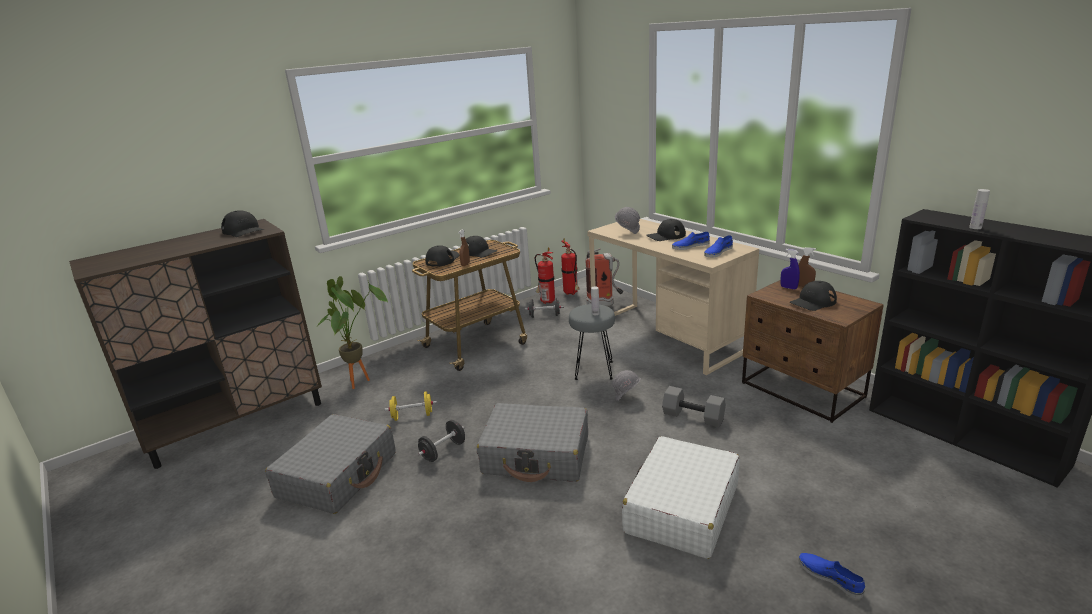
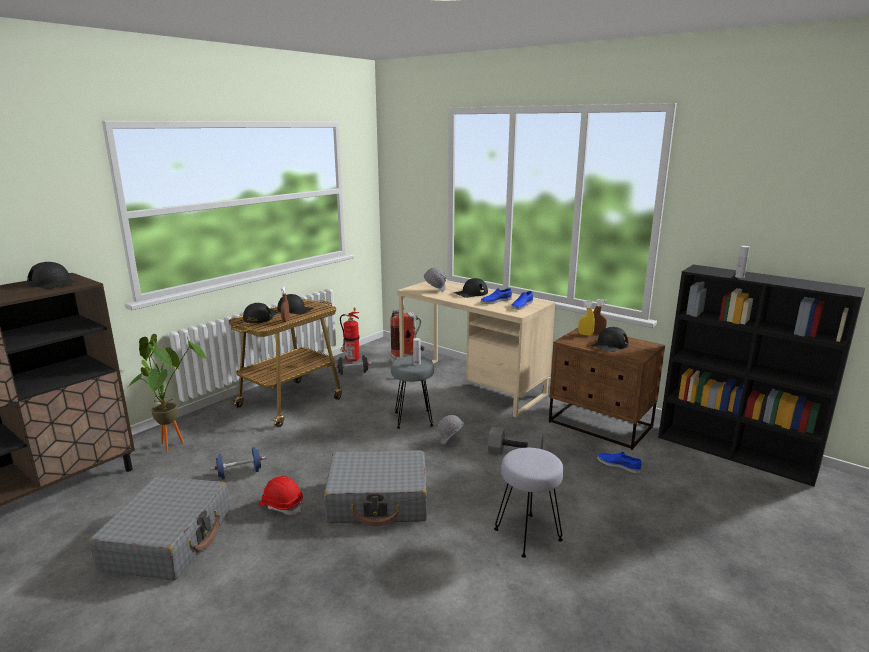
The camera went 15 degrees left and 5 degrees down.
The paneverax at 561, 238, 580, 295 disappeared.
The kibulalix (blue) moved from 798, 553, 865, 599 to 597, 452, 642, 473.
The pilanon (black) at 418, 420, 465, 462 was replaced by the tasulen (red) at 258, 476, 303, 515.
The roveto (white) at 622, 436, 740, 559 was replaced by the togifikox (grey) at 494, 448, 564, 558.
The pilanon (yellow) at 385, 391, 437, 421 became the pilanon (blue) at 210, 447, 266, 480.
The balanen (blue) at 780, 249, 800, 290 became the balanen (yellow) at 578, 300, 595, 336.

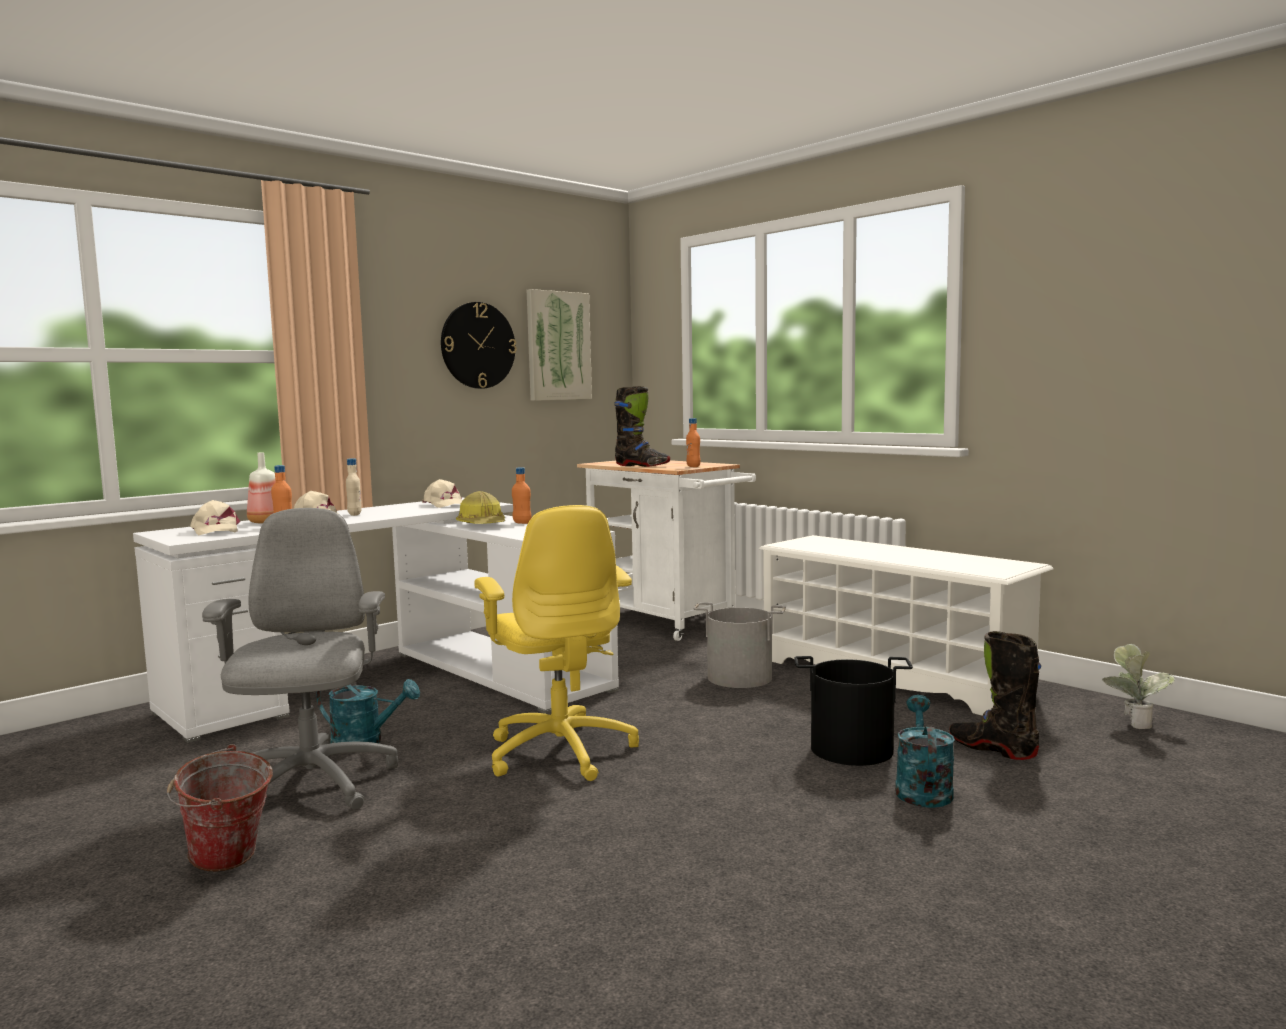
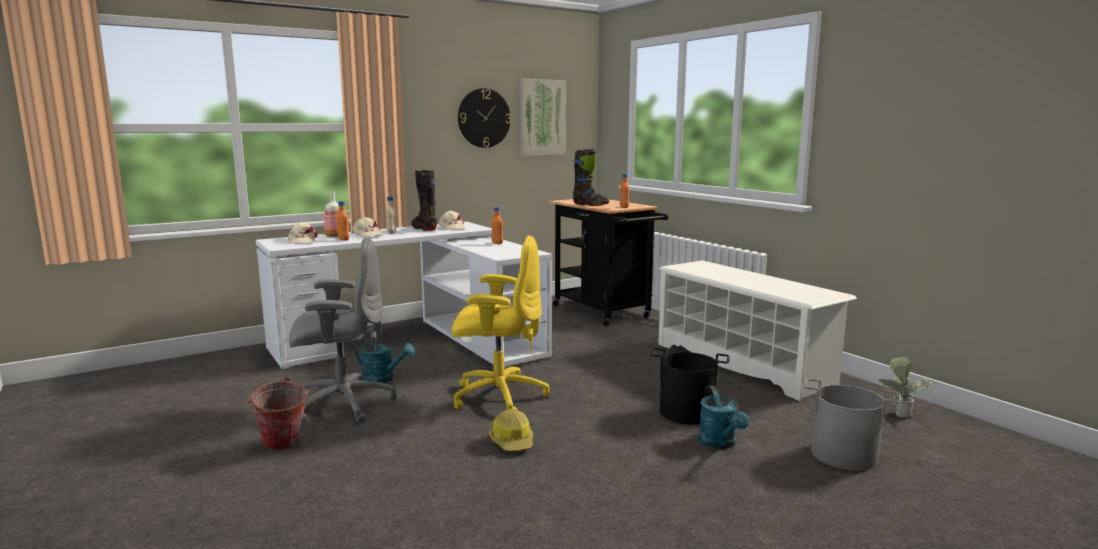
The camera went 10 degrees right and 5 degrees up.
The tasulen moved from 456, 491, 505, 524 to 489, 409, 533, 451.
The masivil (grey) moved from 693, 602, 786, 688 to 804, 378, 901, 471.
The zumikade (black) moved from 949, 631, 1041, 760 to 412, 170, 437, 231.
The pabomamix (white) at 577, 460, 756, 641 became the pabomamix (black) at 549, 199, 668, 326.
The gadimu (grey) at 202, 508, 398, 810 turned 75 degrees clockwise.
The gadimu (yellow) at 474, 505, 639, 781 turned 75 degrees counterclockwise.
The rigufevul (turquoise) at 895, 695, 955, 808 turned 150 degrees clockwise.

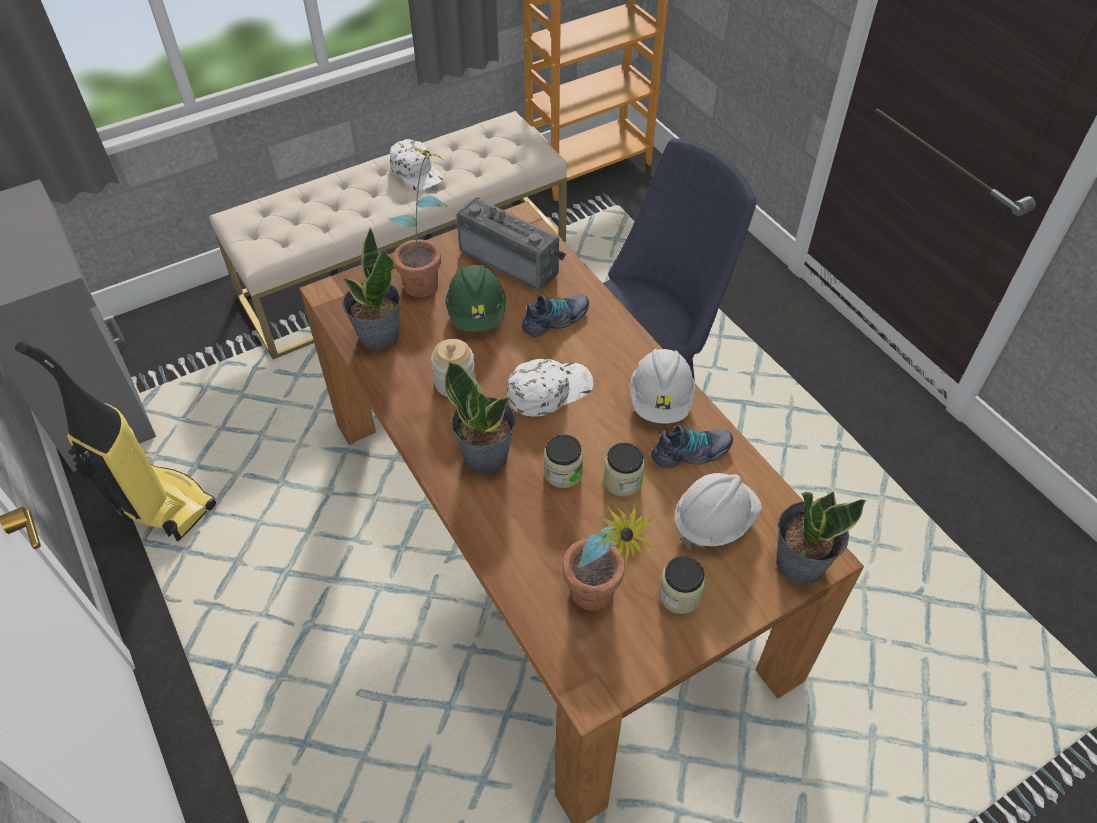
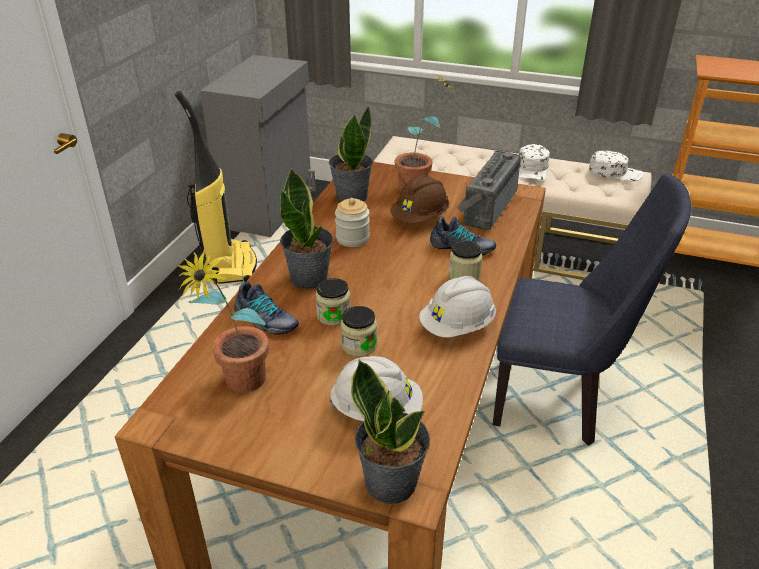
The camera went 50 degrees right and 15 degrees down.
The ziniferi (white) moved from 507, 359, 594, 417 to 589, 151, 644, 182.
The kibulalix moved from 651, 425, 733, 468 to 234, 282, 299, 335.
The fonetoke moved from 659, 556, 706, 614 to 449, 241, 482, 281.
The tasulen (green) at 445, 264, 506, 332 became the tasulen (brown) at 390, 175, 449, 223.
The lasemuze at 456, 197, 566, 290 turned 150 degrees counterclockwise.

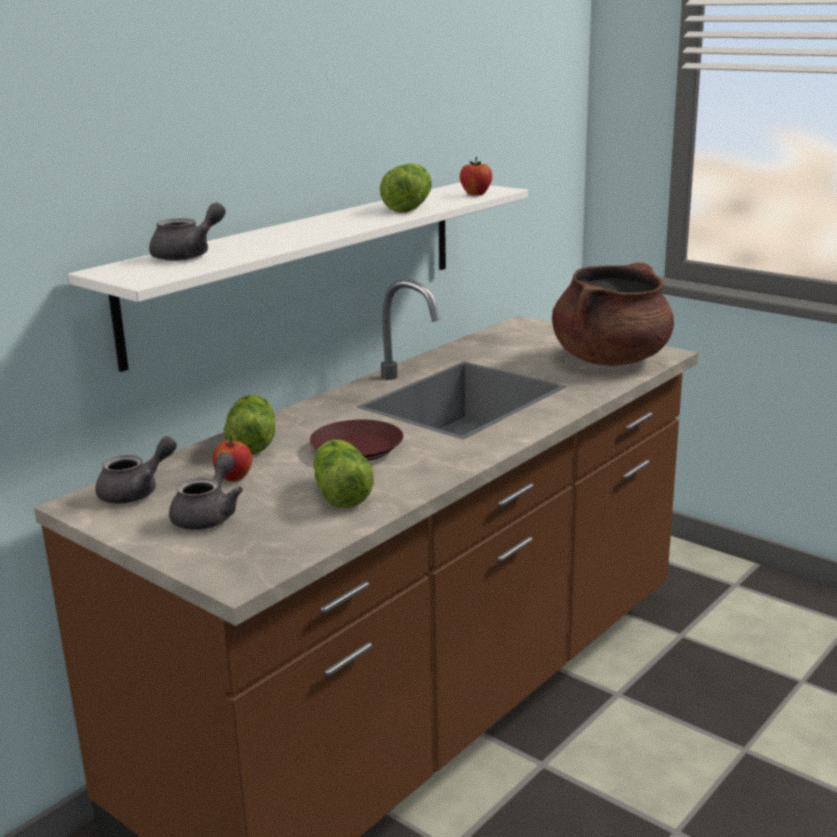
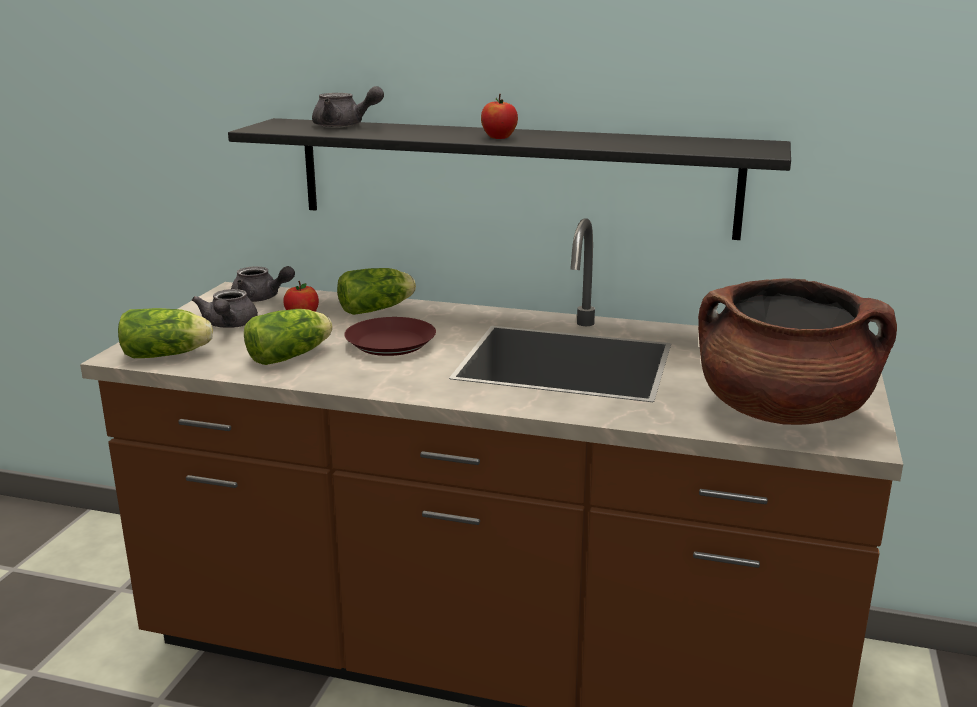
The camera went 65 degrees right and 0 degrees up.
The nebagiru moved from 380, 163, 432, 212 to 118, 308, 213, 358.
The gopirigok moved from 460, 157, 492, 196 to 481, 94, 518, 139.
The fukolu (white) at 68, 182, 528, 372 became the fukolu (black) at 228, 118, 791, 240.
The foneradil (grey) at 169, 453, 243, 530 turned 90 degrees clockwise.

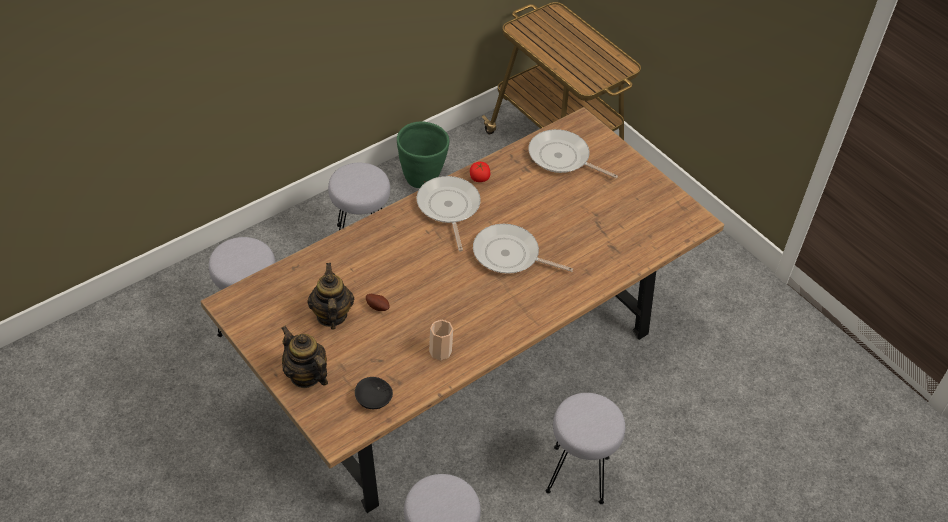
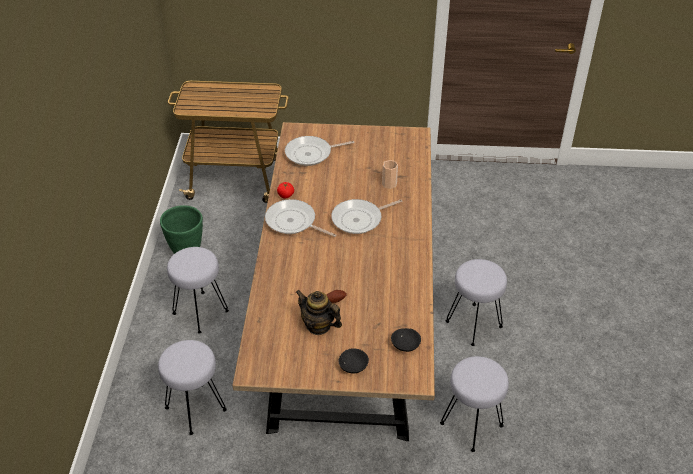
The camera went 45 degrees left and 5 degrees down.
The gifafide moved from 429, 320, 453, 360 to 382, 160, 398, 189.
The foneradil at 281, 326, 328, 388 was replaced by the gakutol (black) at 338, 348, 369, 374.

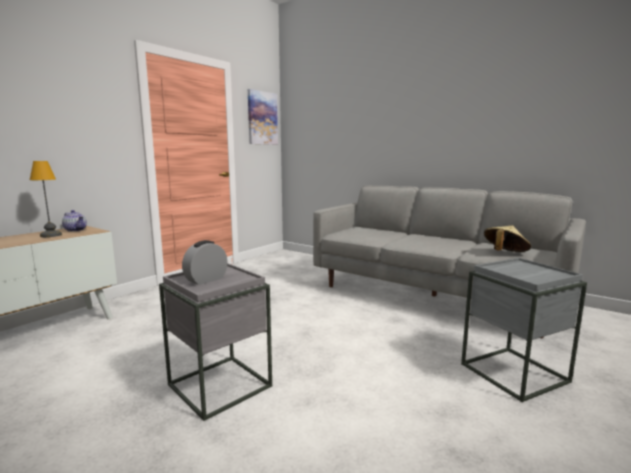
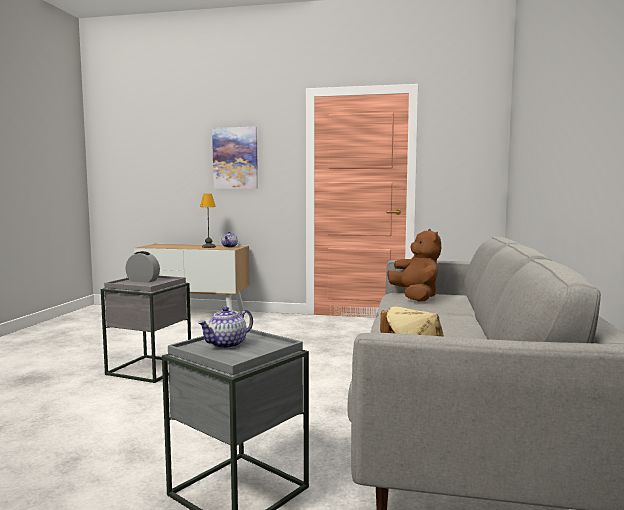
The camera went 65 degrees right and 5 degrees down.
The foneradil at 198, 307, 253, 349 appeared.
The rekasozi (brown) at 387, 229, 441, 302 appeared.
The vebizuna moved from 248, 89, 278, 145 to 212, 127, 258, 189.

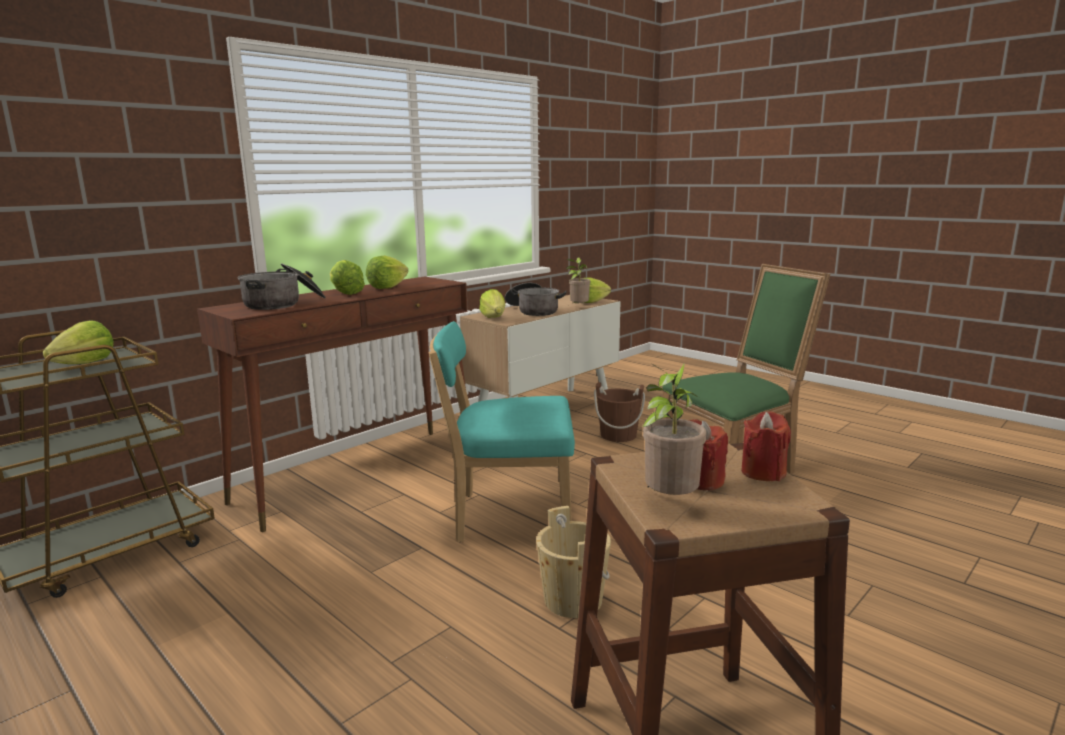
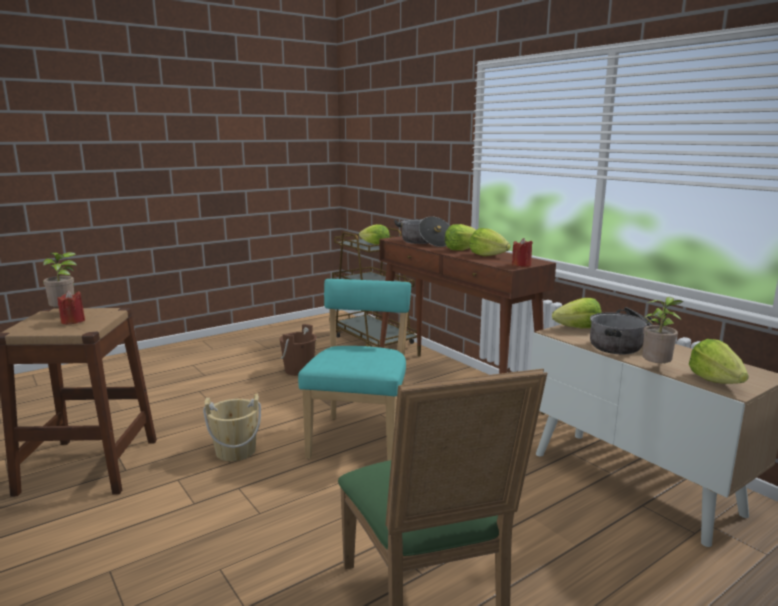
The camera went 100 degrees right and 0 degrees up.
The masivil (brown) moved from 594, 382, 645, 442 to 280, 324, 317, 376.
The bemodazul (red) moved from 741, 411, 791, 481 to 512, 238, 533, 267.

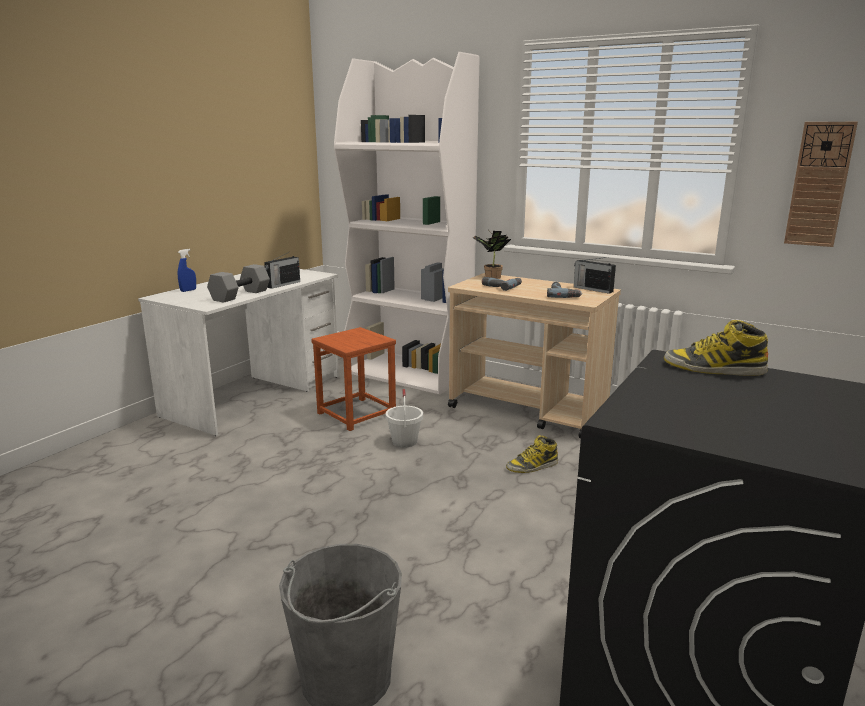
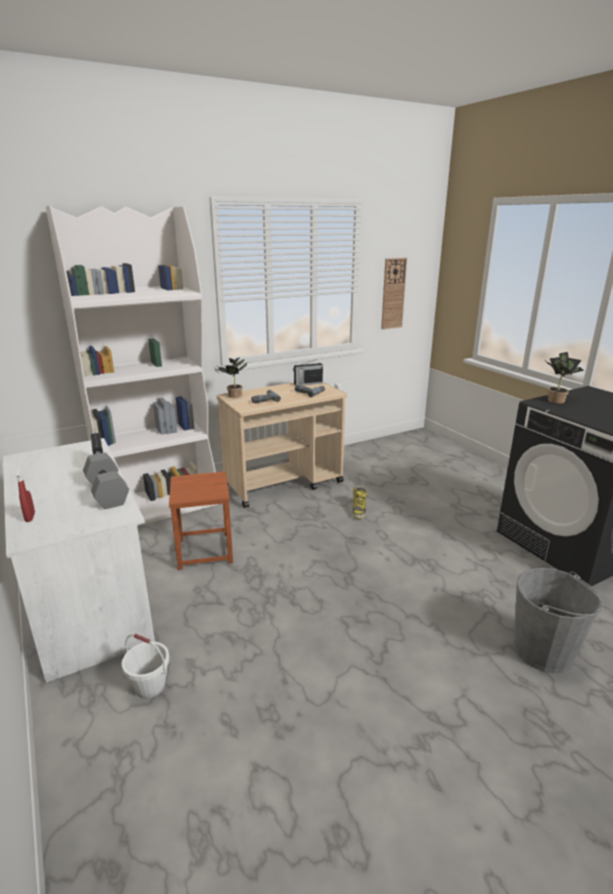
The camera went 60 degrees left and 5 degrees up.
The masivil (white) moved from 385, 389, 423, 448 to 122, 634, 169, 699.
The zumikade at 664, 320, 768, 376 was replaced by the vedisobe at 546, 352, 584, 404.
The balanen (blue) at 178, 249, 196, 292 became the balanen (red) at 16, 466, 35, 522.

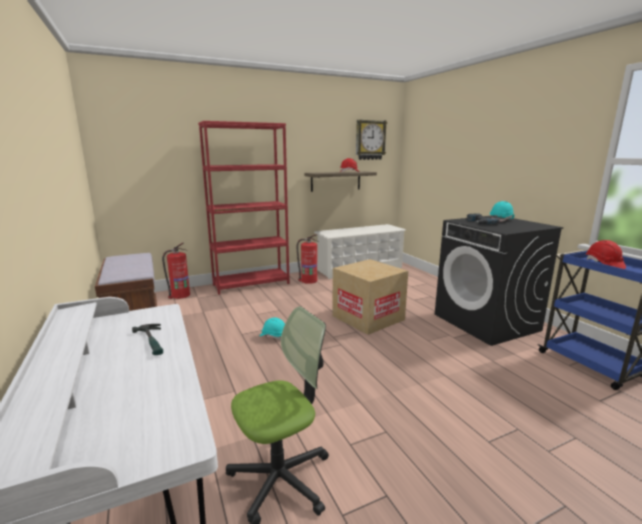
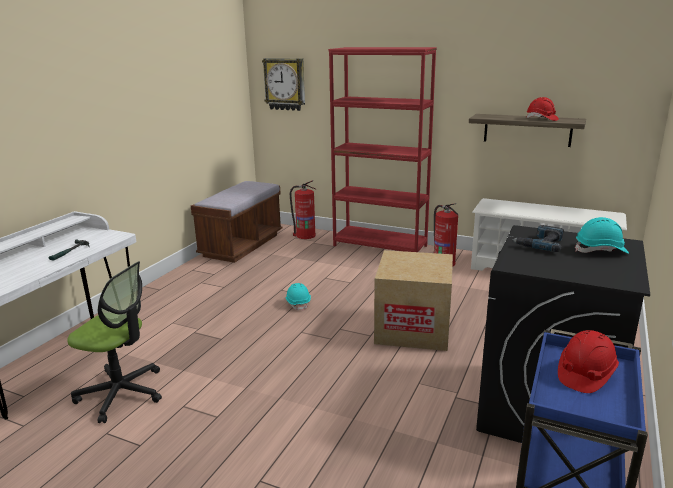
The camera went 50 degrees right and 5 degrees up.
The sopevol moved from 356, 120, 387, 160 to 262, 58, 305, 111.

